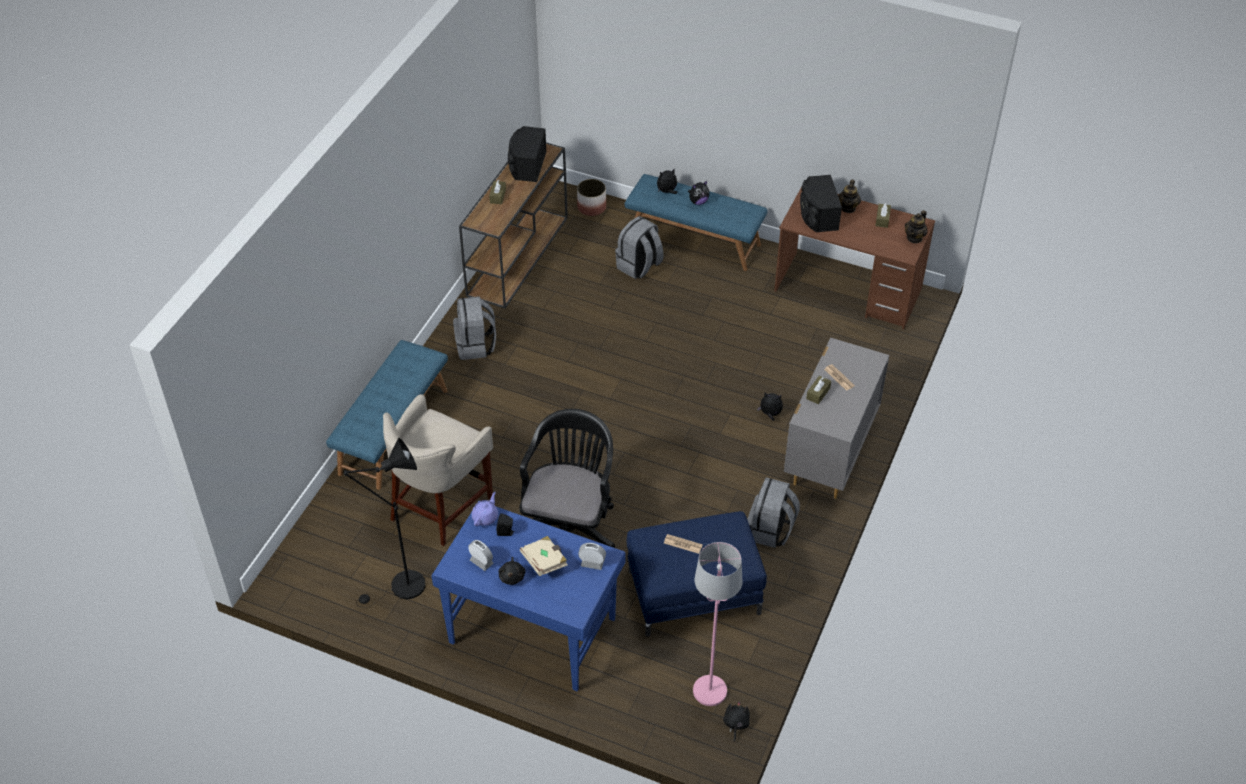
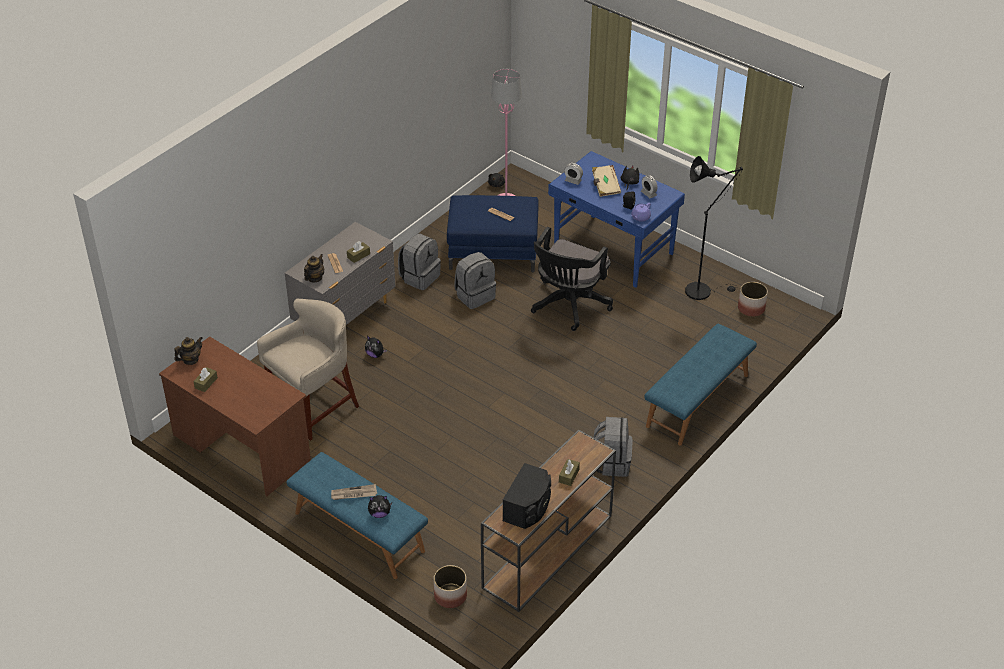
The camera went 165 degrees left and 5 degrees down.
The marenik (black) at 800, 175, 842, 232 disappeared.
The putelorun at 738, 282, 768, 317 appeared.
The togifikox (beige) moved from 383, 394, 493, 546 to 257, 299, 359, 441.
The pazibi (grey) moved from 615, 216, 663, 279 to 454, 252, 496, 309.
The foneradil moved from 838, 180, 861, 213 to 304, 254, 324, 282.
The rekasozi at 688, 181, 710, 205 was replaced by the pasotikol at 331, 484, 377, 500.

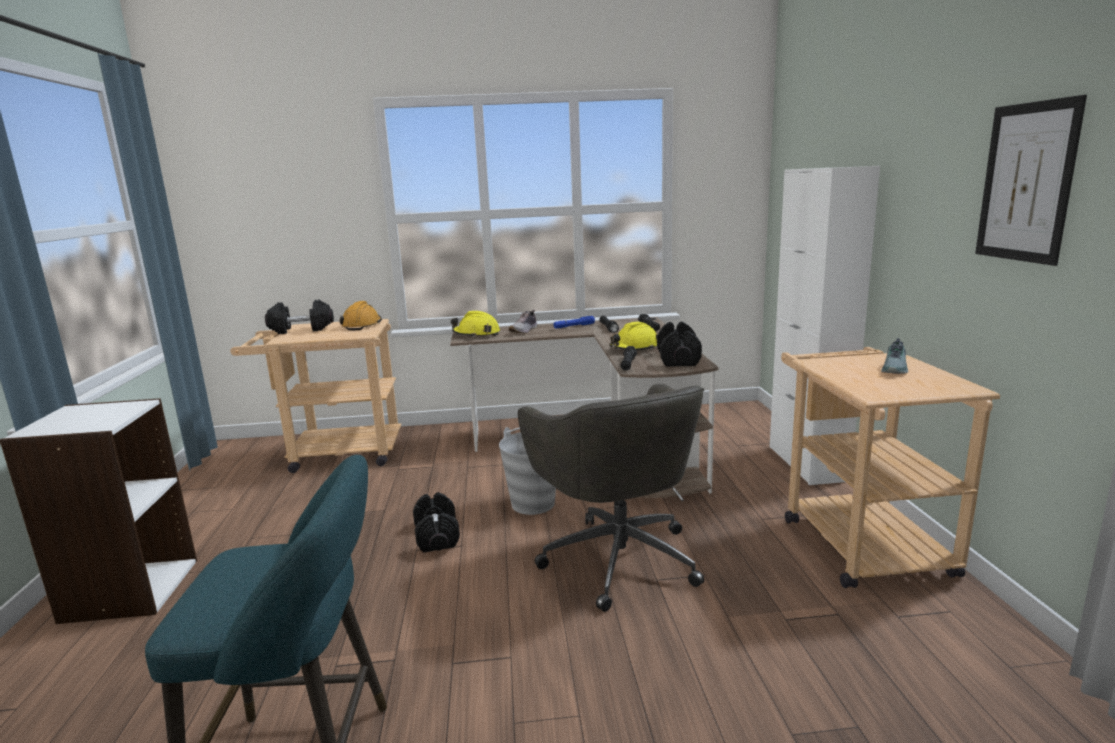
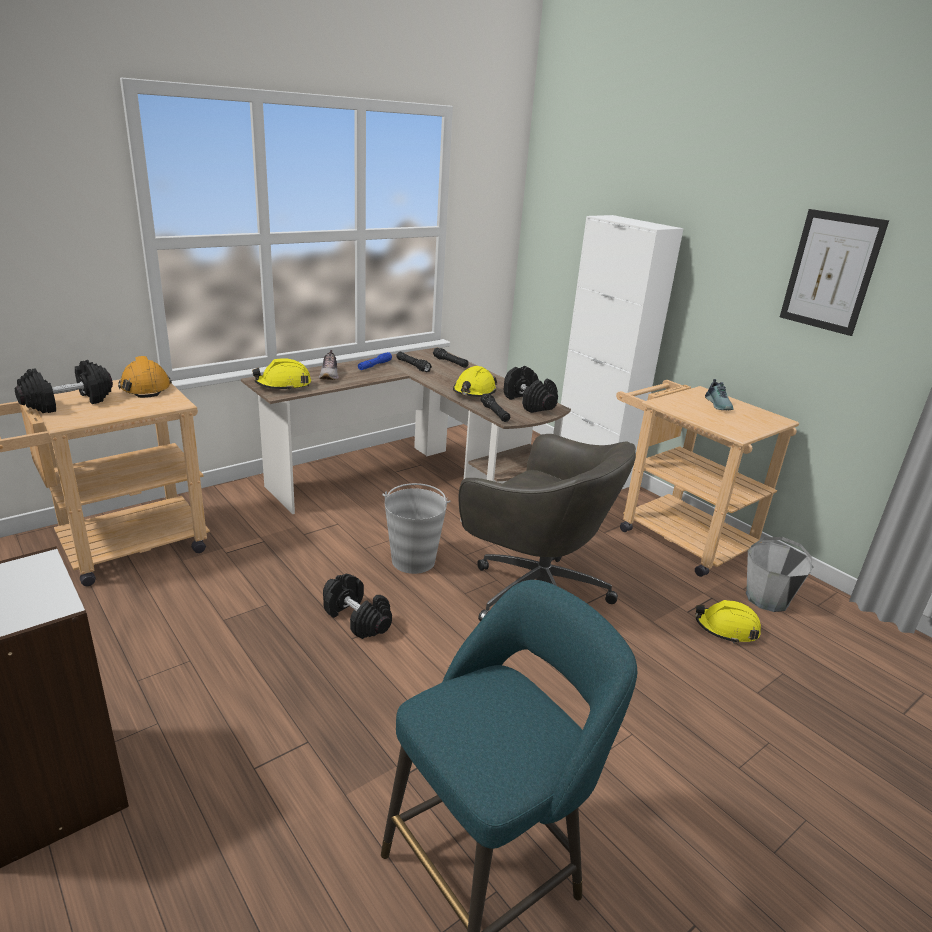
The camera went 35 degrees left and 10 degrees up.
The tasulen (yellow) at 695, 600, 761, 644 appeared.
The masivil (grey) at 746, 537, 813, 612 appeared.

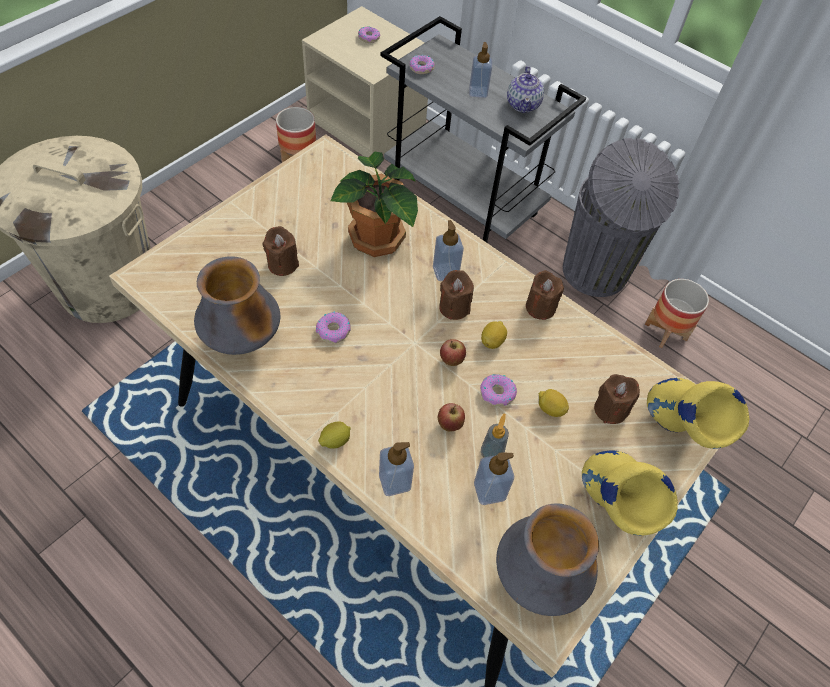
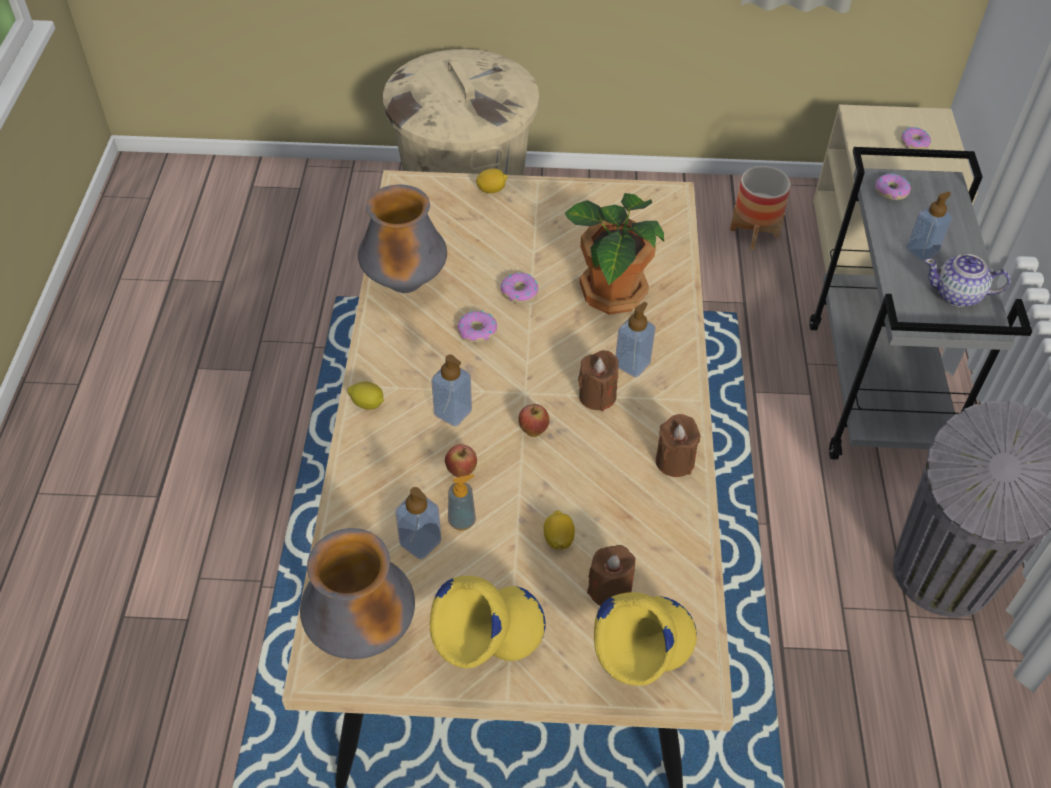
The camera went 55 degrees right and 5 degrees down.
The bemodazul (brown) at 262, 226, 299, 276 disappeared.
The putelorun at 645, 279, 709, 348 disappeared.
The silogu moved from 379, 442, 414, 496 to 431, 355, 472, 427.
The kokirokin moved from 480, 374, 517, 406 to 500, 273, 538, 304.
The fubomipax moved from 481, 321, 507, 349 to 476, 168, 508, 193.
The foneradil at 507, 66, 544, 113 turned 45 degrees clockwise.

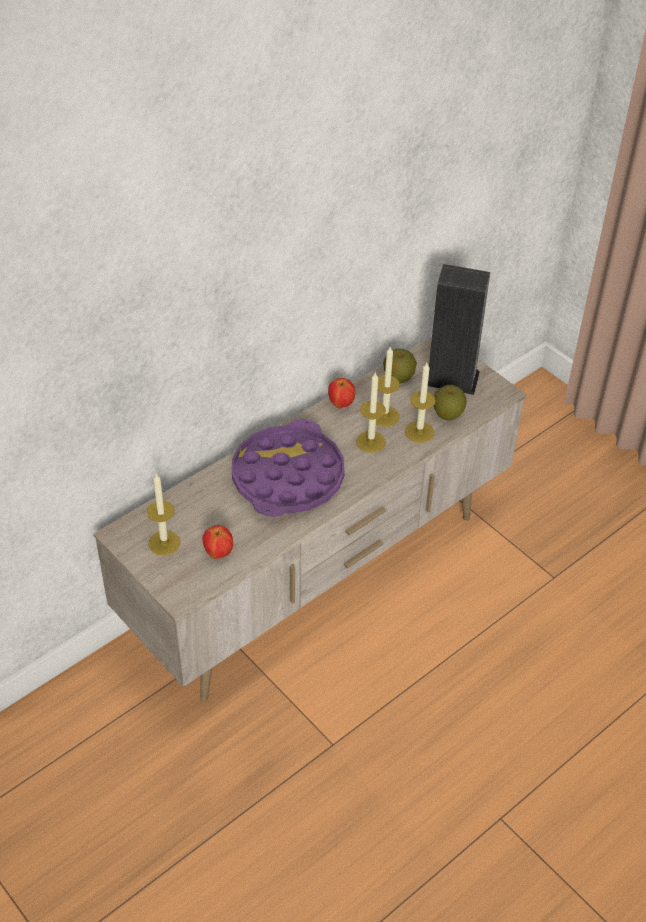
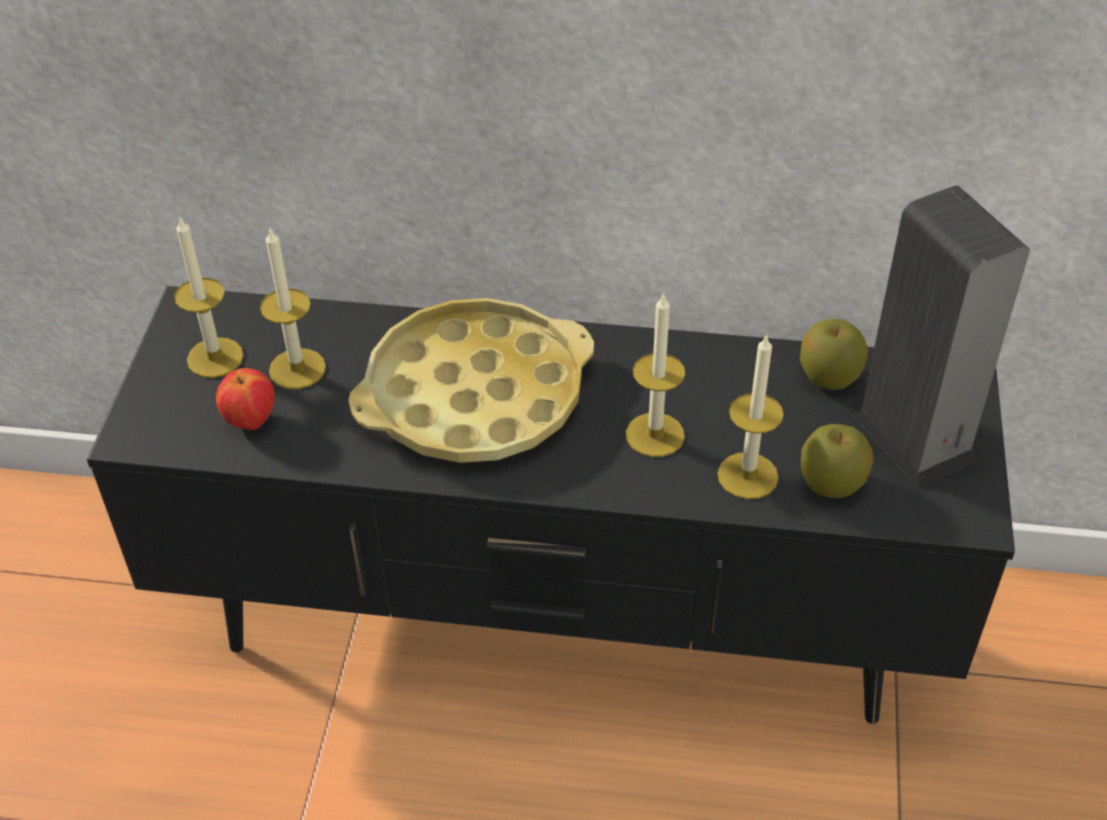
The camera went 50 degrees right and 0 degrees up.
The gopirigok at 328, 378, 355, 408 disappeared.
The bemodazul moved from 376, 346, 400, 427 to 260, 228, 326, 389.
The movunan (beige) at 93, 337, 526, 701 became the movunan (black) at 87, 286, 1015, 724.
The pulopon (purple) at 232, 419, 345, 517 became the pulopon (yellow) at 348, 298, 594, 463.

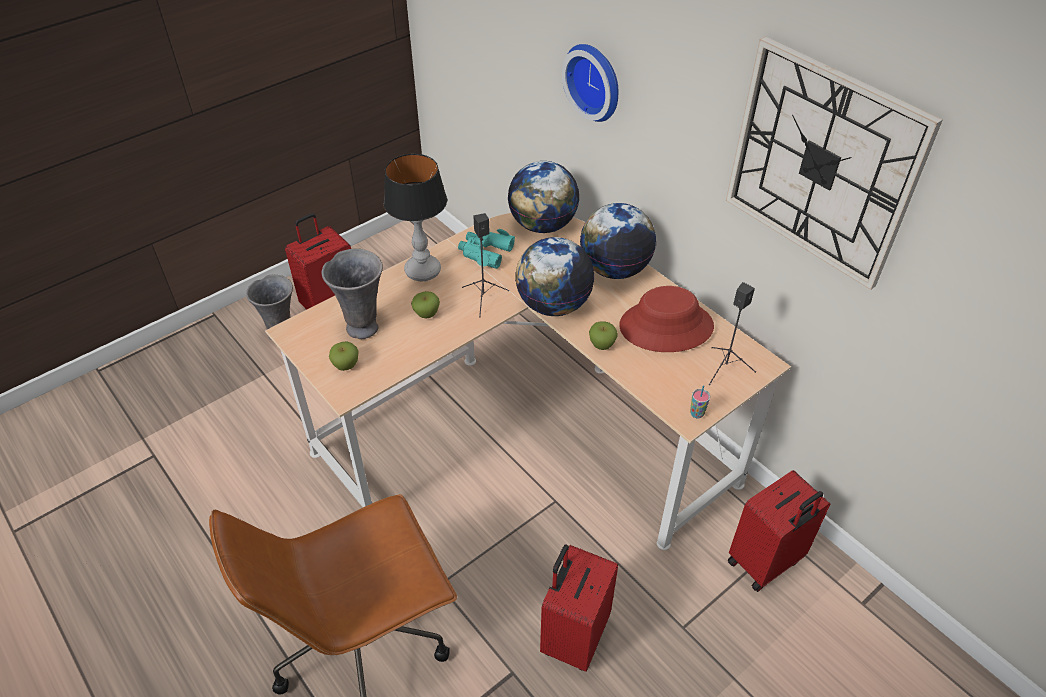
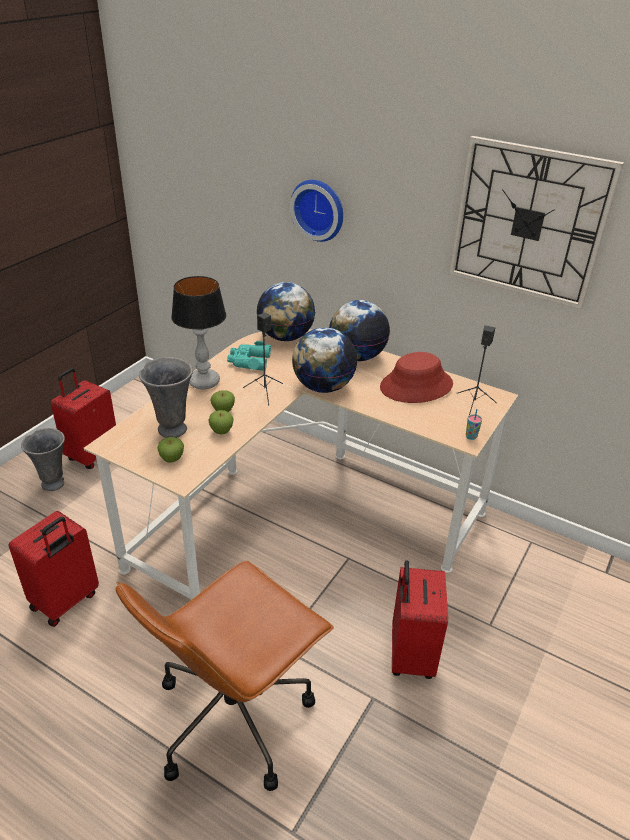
The camera went 20 degrees left and 10 degrees down.
The gopirigok moved from 589, 321, 618, 350 to 208, 410, 234, 434.
The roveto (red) moved from 728, 470, 830, 592 to 9, 511, 99, 627.

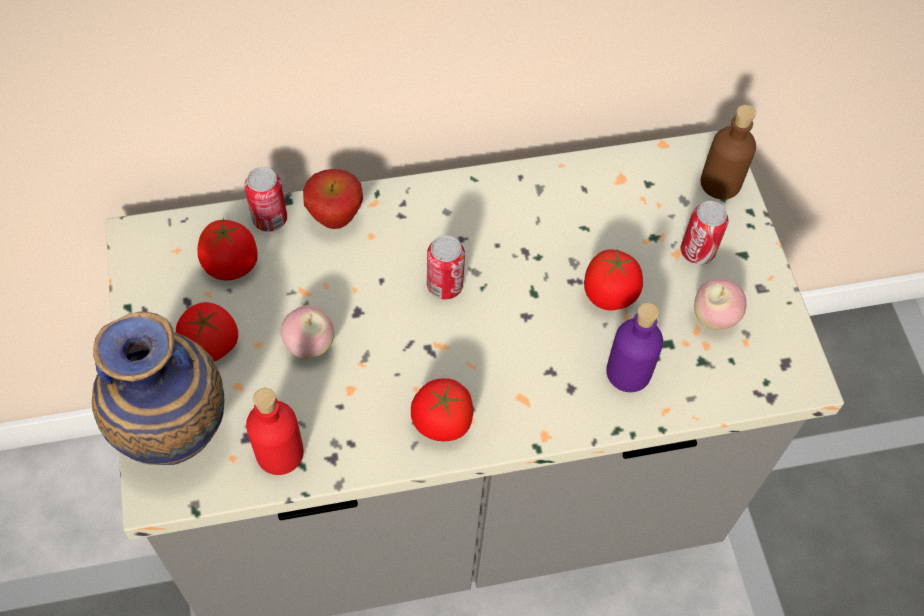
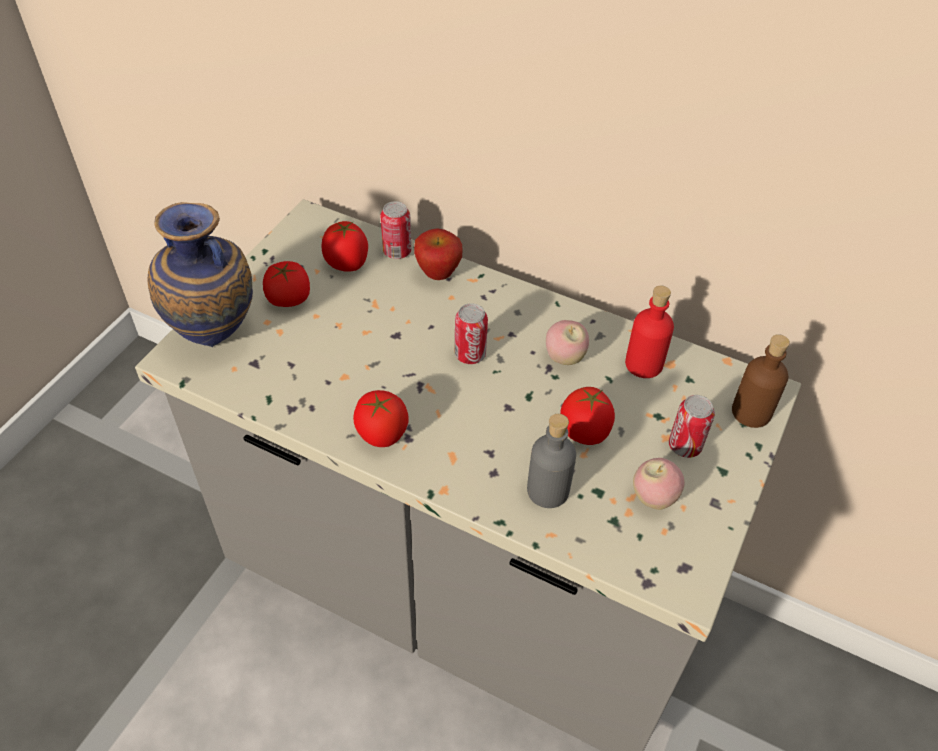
The camera went 40 degrees right and 10 degrees down.
The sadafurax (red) moved from 246, 388, 304, 475 to 625, 286, 674, 378.
The gopirigok moved from 281, 305, 334, 360 to 546, 320, 589, 365.
The sadafurax (purple) at 606, 303, 663, 392 became the sadafurax (grey) at 527, 414, 576, 508.

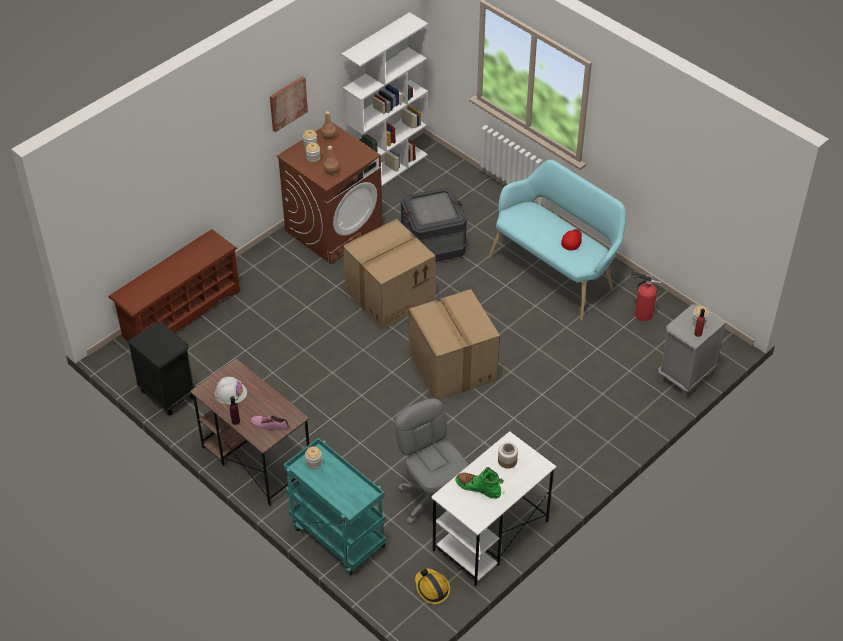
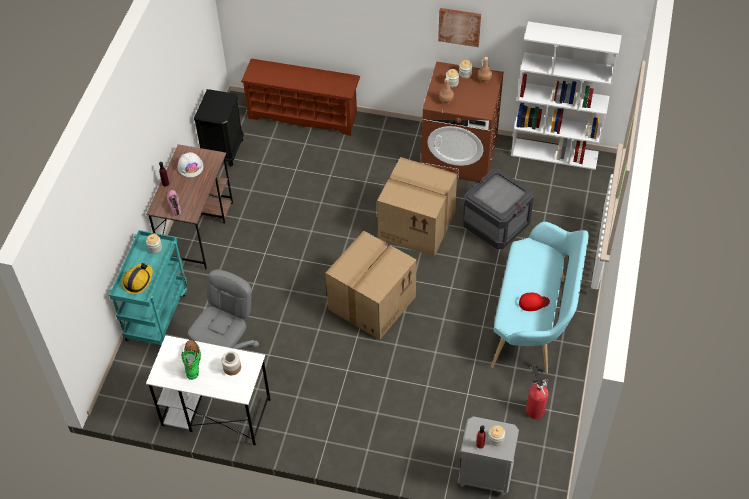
The camera went 60 degrees right and 5 degrees up.
The tasulen moved from 415, 569, 450, 604 to 122, 263, 153, 294.

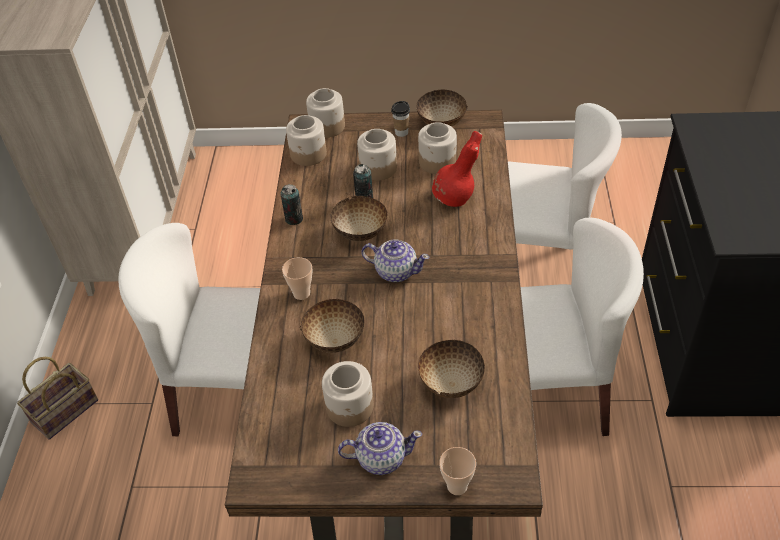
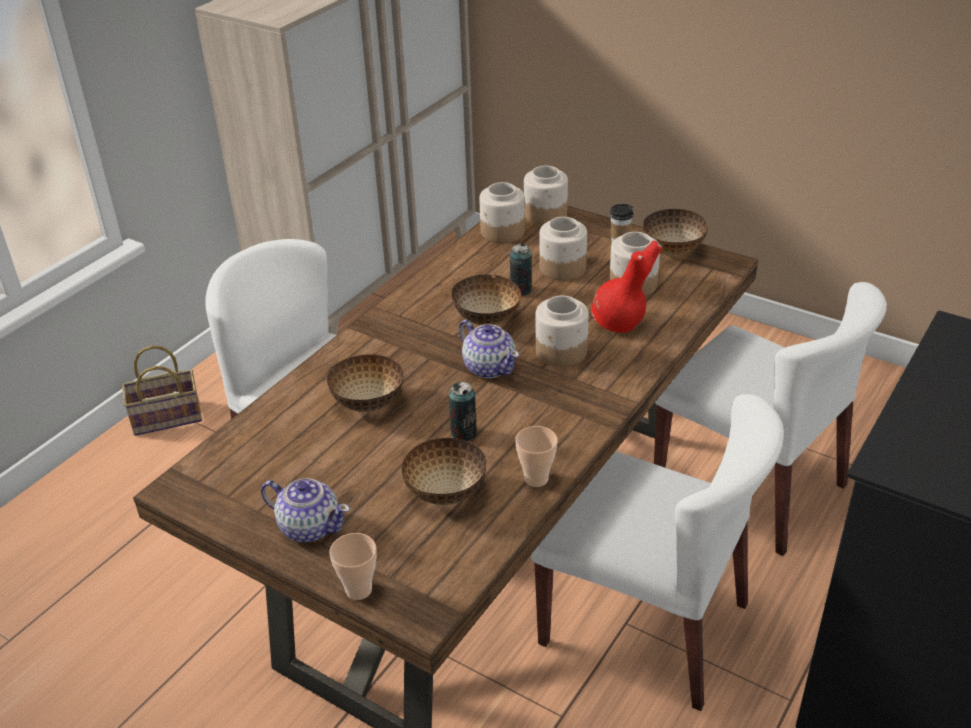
The camera went 30 degrees right and 10 degrees down.
The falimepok moved from 280, 184, 303, 225 to 449, 382, 477, 441.
The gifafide moved from 282, 257, 313, 300 to 515, 426, 557, 487.
The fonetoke moved from 322, 361, 374, 427 to 535, 296, 589, 367.

